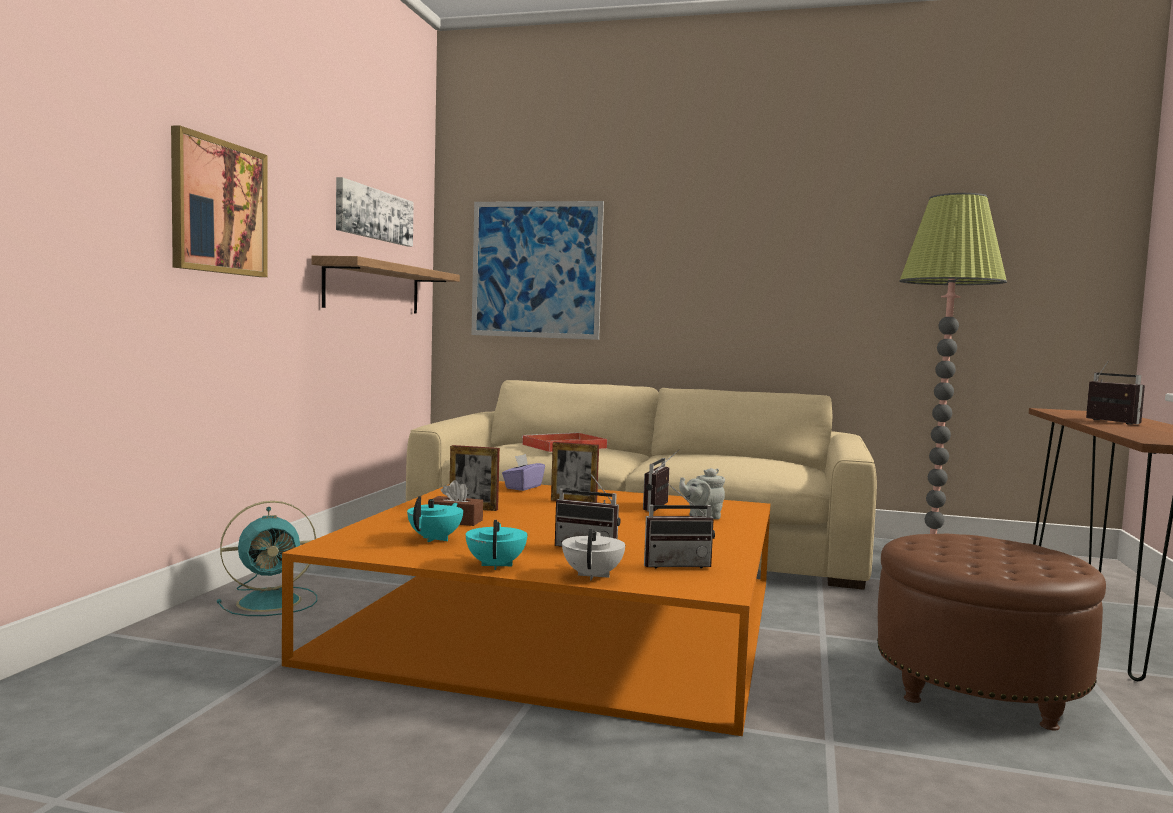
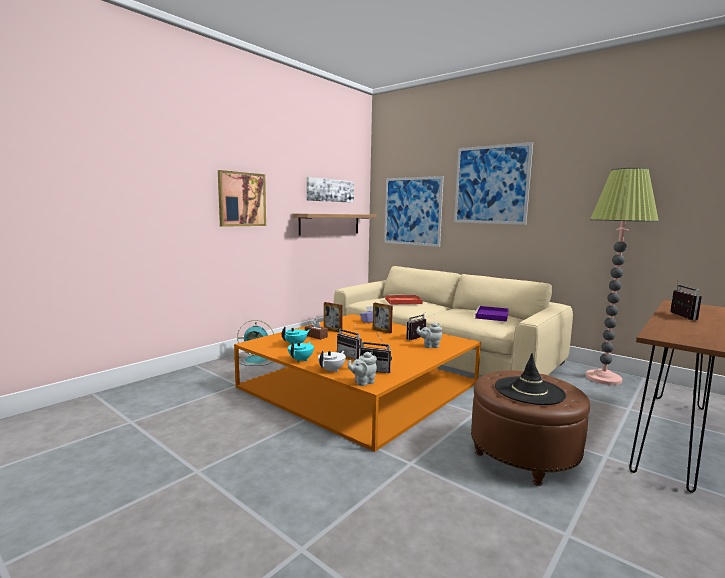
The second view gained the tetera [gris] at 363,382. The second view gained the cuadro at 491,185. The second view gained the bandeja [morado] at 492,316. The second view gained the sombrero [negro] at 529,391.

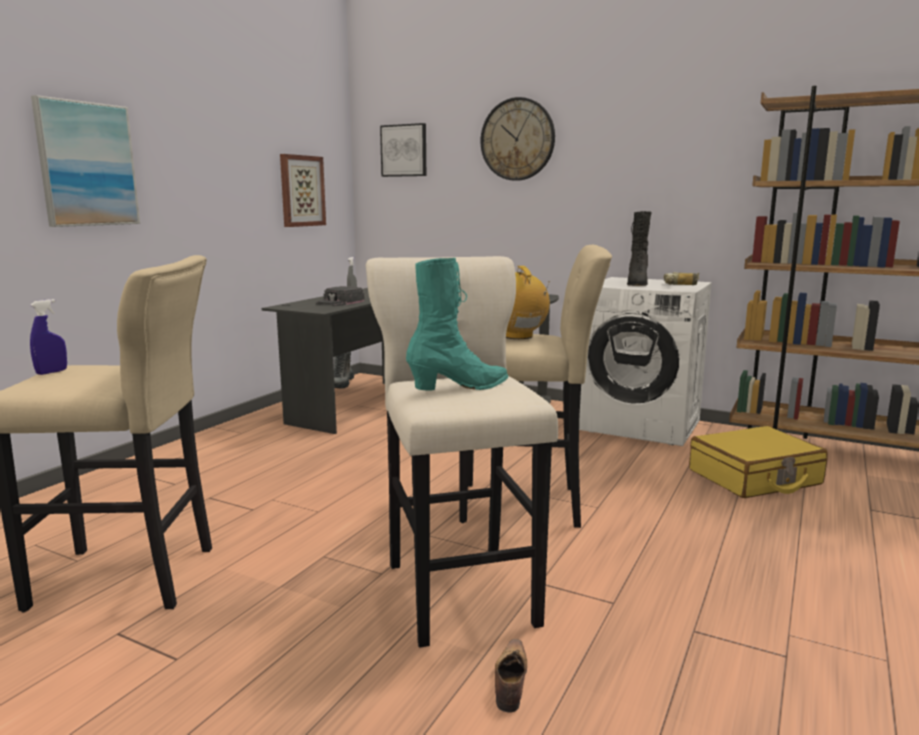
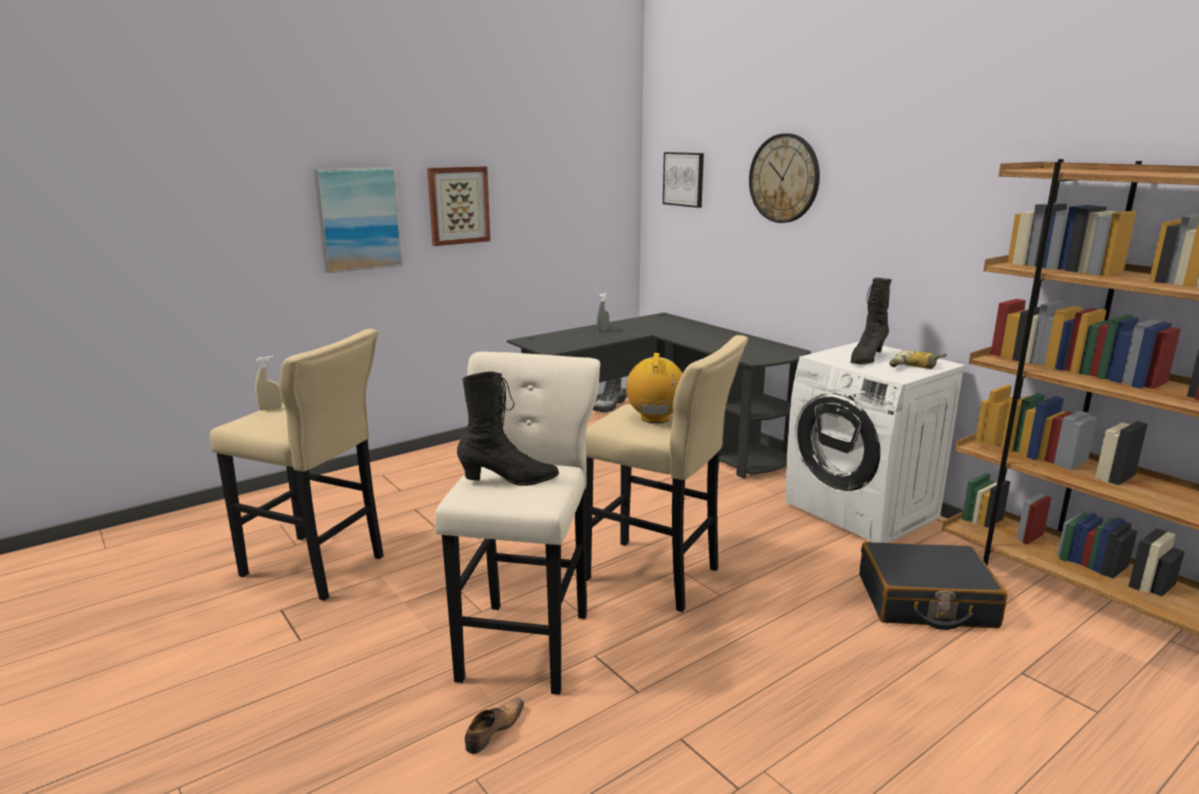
What was the pulverizador [azul] at 51,372 turned into the pulverizador [beis] at 271,408. The cuadro ended up elsewhere, having gone from 301,191 to 458,205. What was the bota [turquesa] at 460,388 turned into the bota [negro] at 509,480. What was the maleta [amarillo] at 754,478 turned into the maleta [negro] at 925,602. The second view lost the gorra [negro] at 340,302.

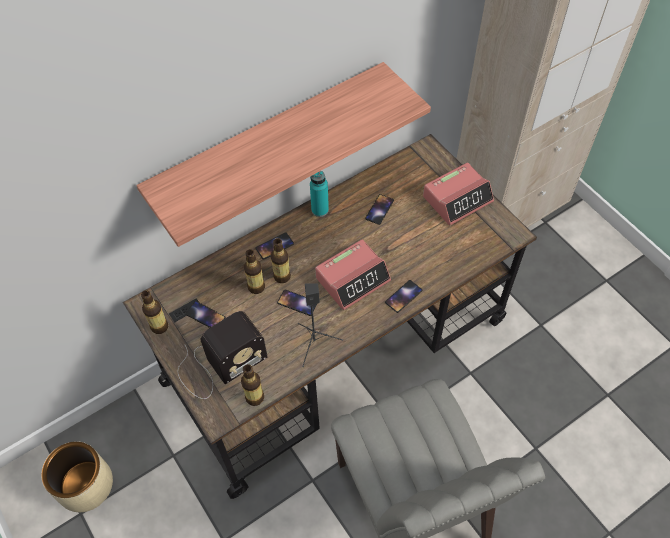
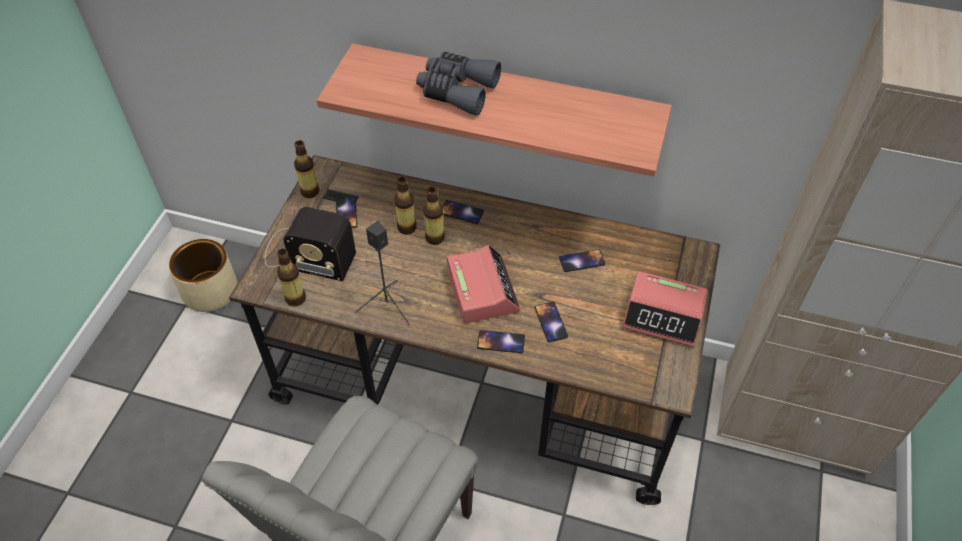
The second view gained the prismáticos [gris] at 457,90. The despertador at 353,279 ended up facing another way, 120 degrees counterclockwise from before. The móvil ended up elsewhere, having gone from 297,303 to 550,322. The second view lost the botella [turquesa] at 320,210.

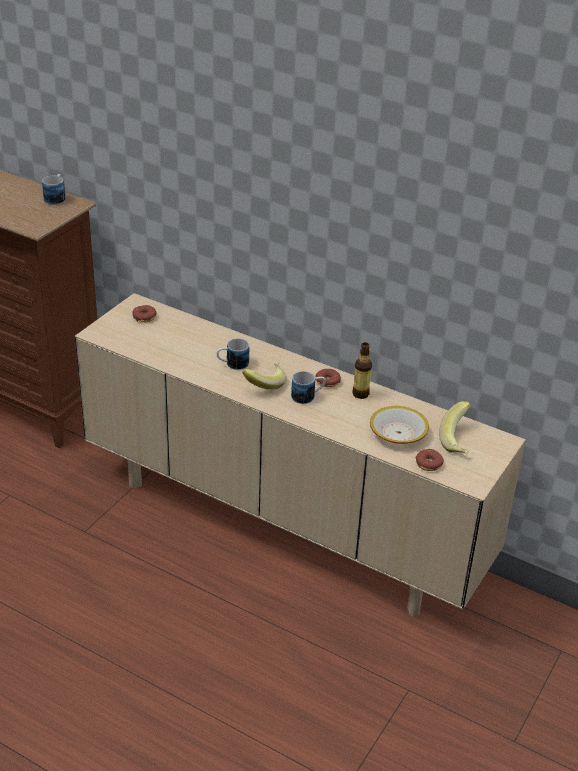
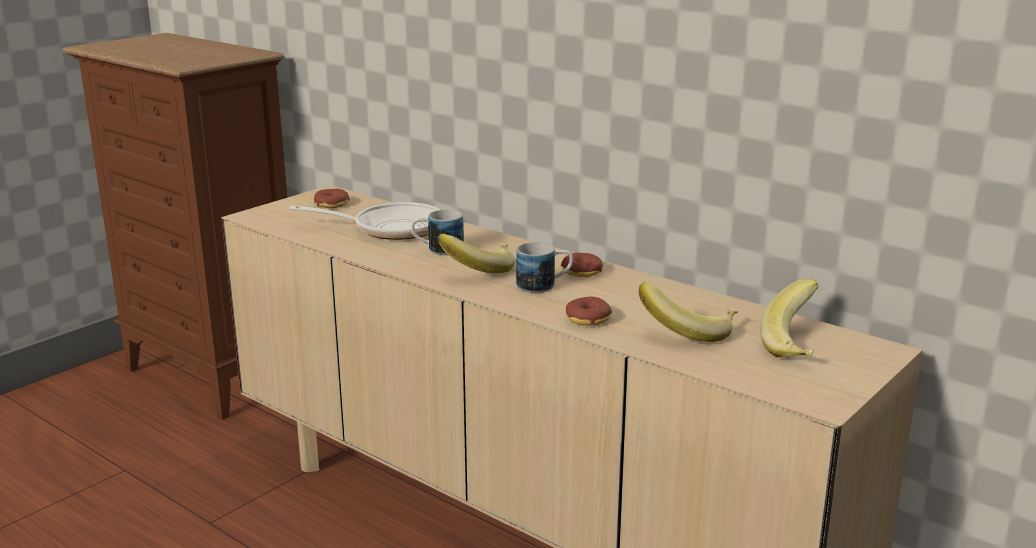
The second view gained the sartén at 391,228. The rosquilla ended up elsewhere, having gone from 429,464 to 588,318. Where the cuenco stood at 398,433, the plátano came to stand at 688,332. The second view lost the taza grande at 56,197. The second view lost the botella at 360,394.

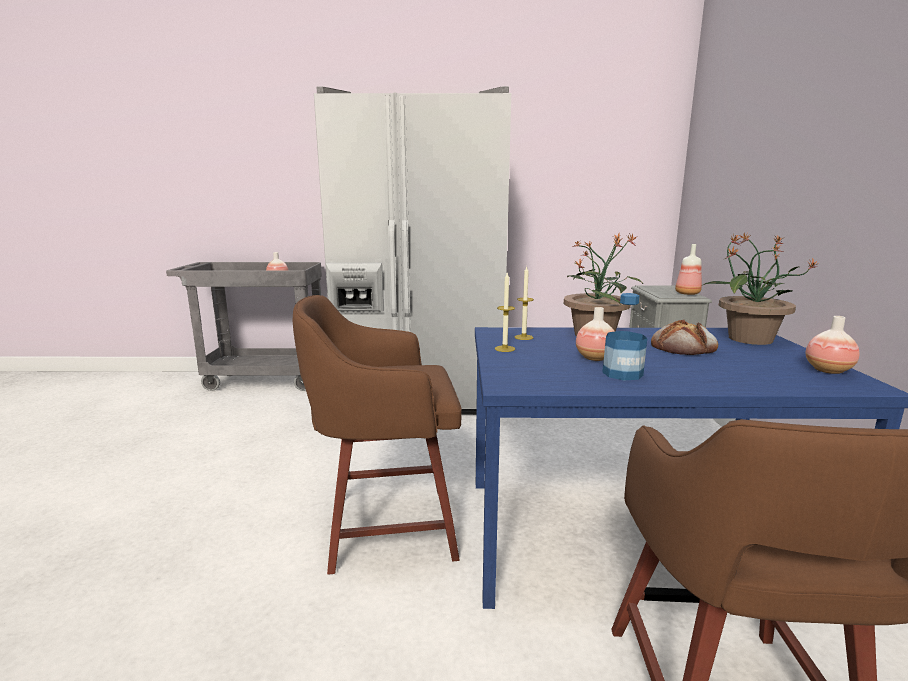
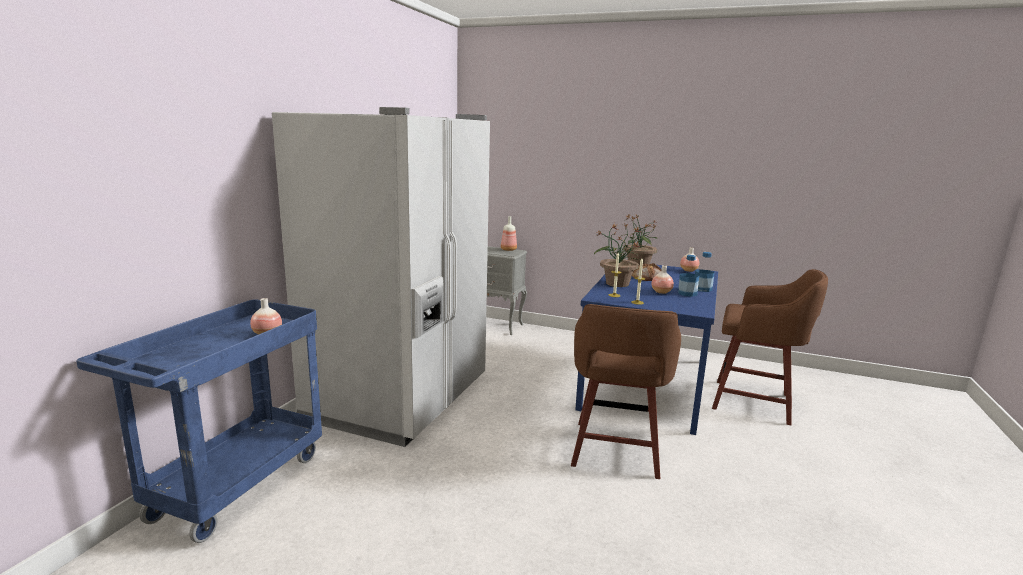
What was the carrito [gris] at 260,382 turned into the carrito [azul] at 233,492. The second view gained the botella at 702,289.

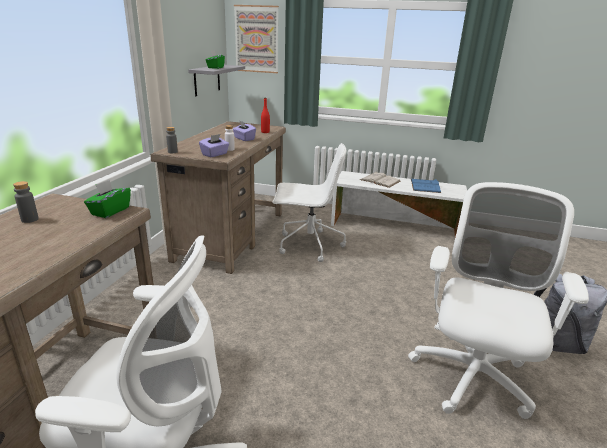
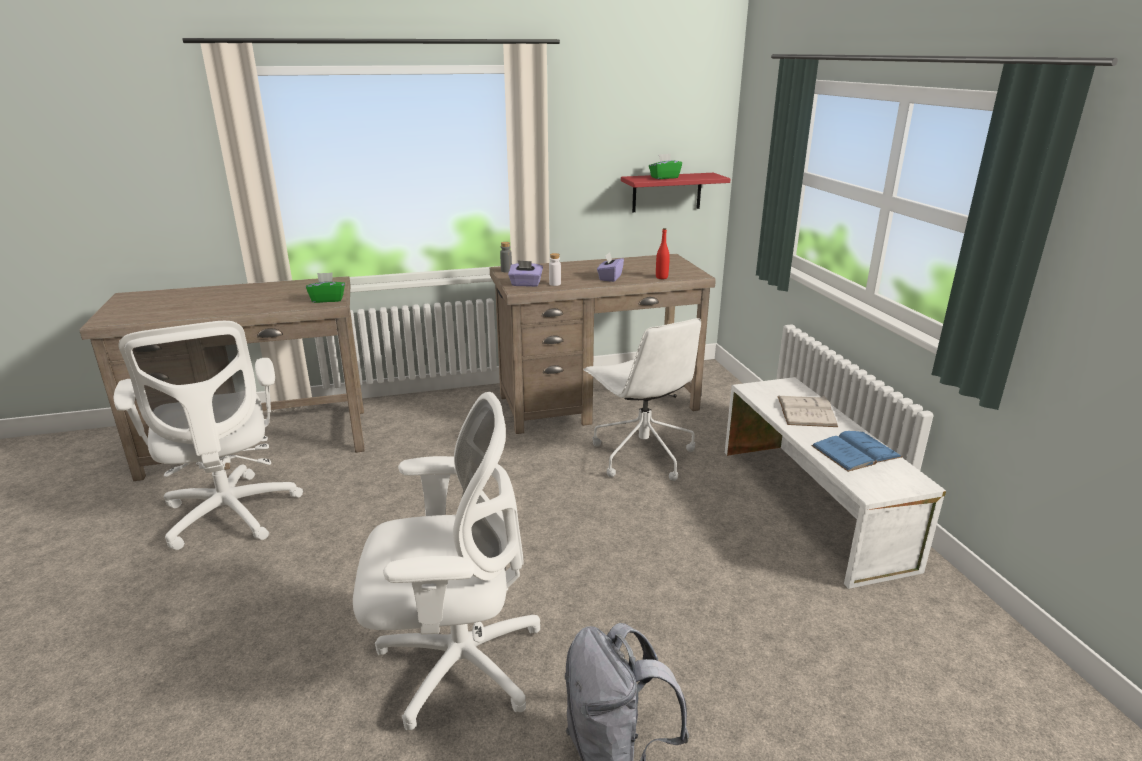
What was the estante [gris] at 207,80 turned into the estante [rojo] at 667,192. The second view lost the botella [gris] at 30,219. The second view lost the cuadro at 256,39.

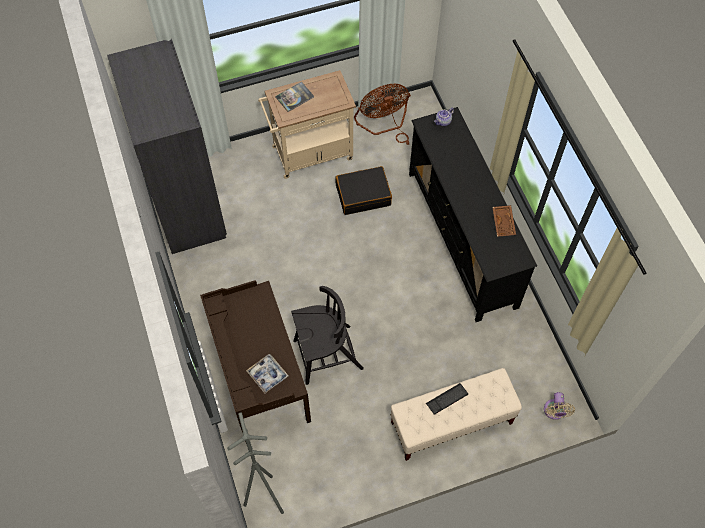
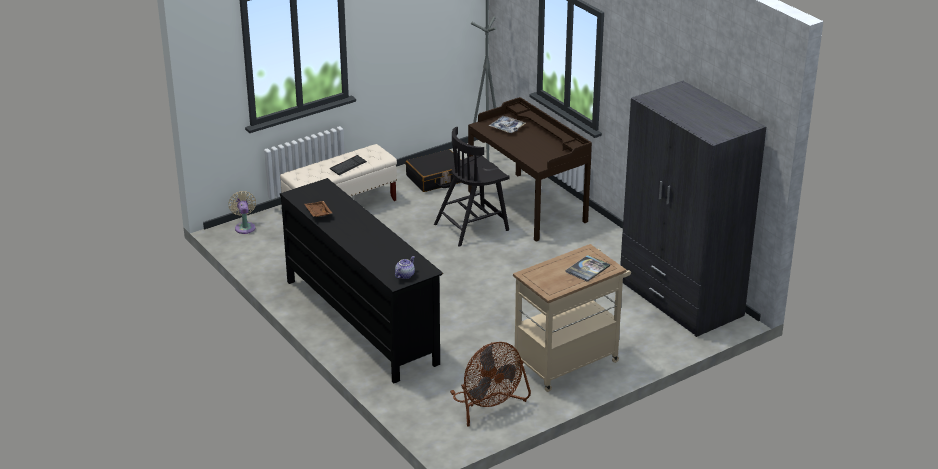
The maleta [negro] ended up elsewhere, having gone from 363,195 to 436,179.

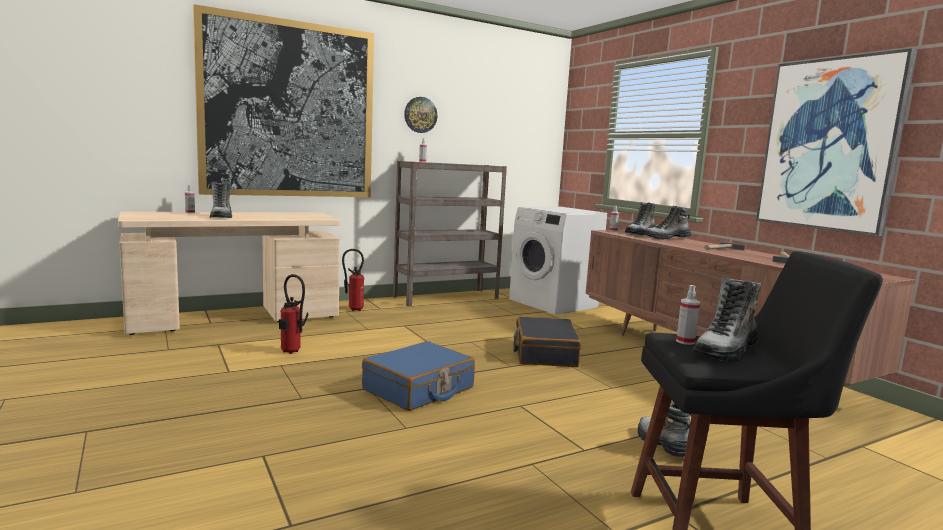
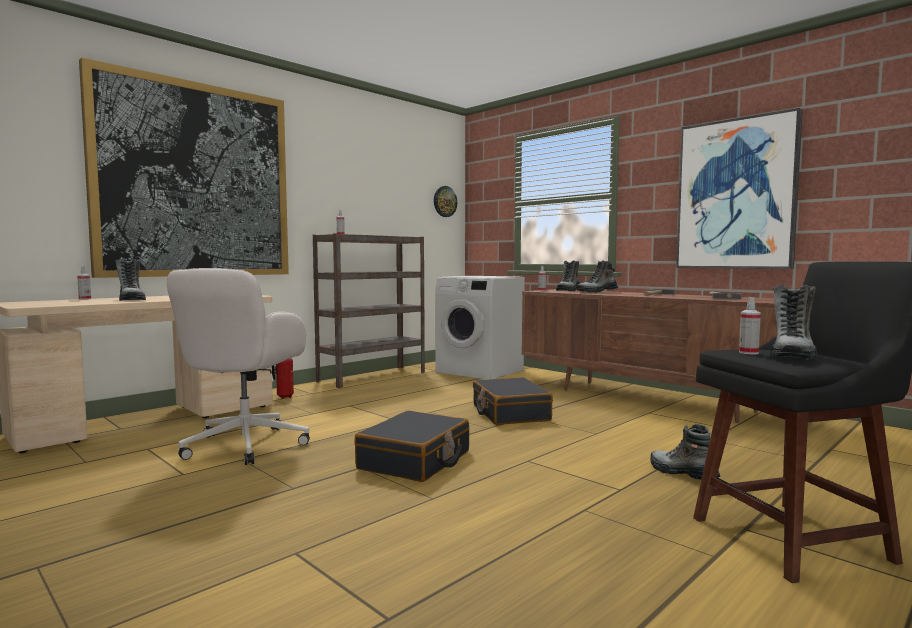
Where the extintor stood at 292,352, the silla de oficina [blanco] came to stand at 245,445. What was the maleta [azul] at 419,389 turned into the maleta [negro] at 415,461. The reloj de pared ended up elsewhere, having gone from 420,115 to 444,201.

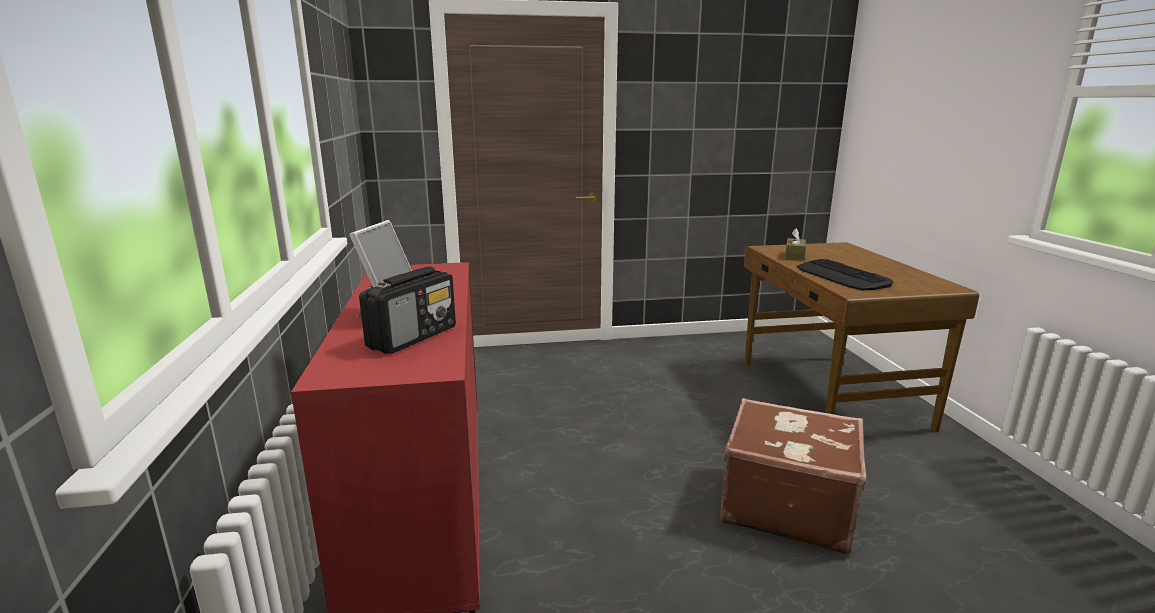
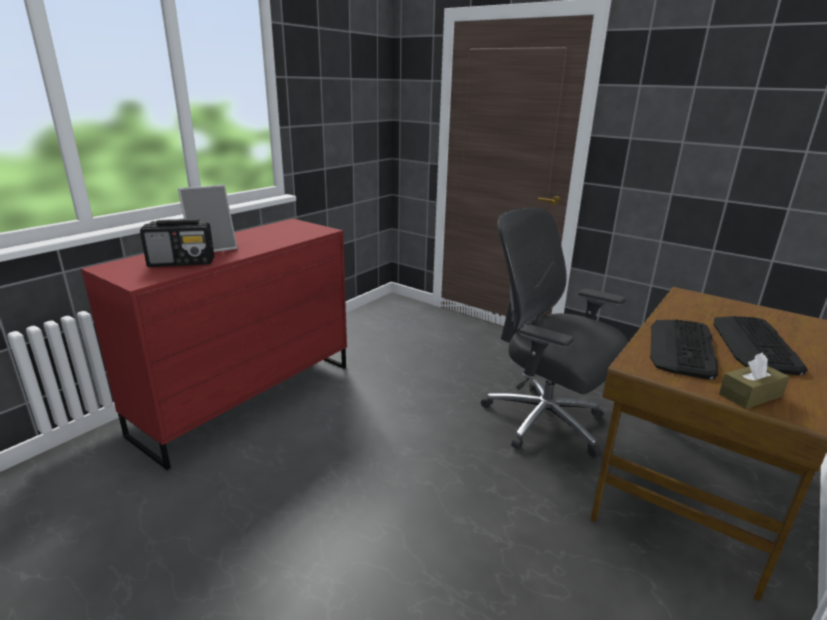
The second view gained the silla de oficina at 545,422. The second view gained the teclado at 754,344. The caja de pañuelos [marrón] ended up elsewhere, having gone from 794,256 to 750,395. The second view lost the maleta [marrón] at 785,505.

